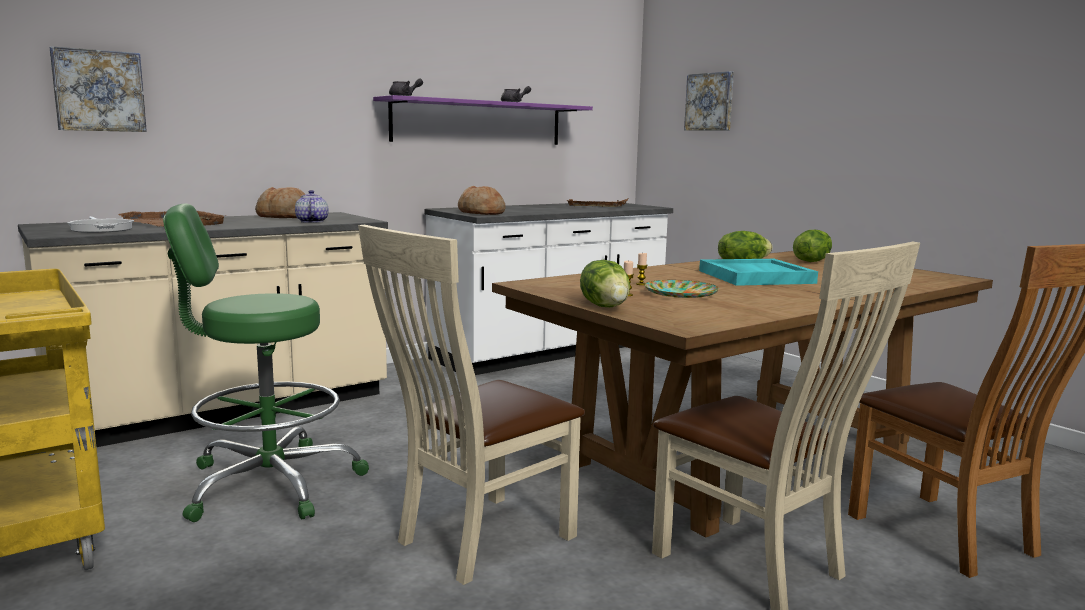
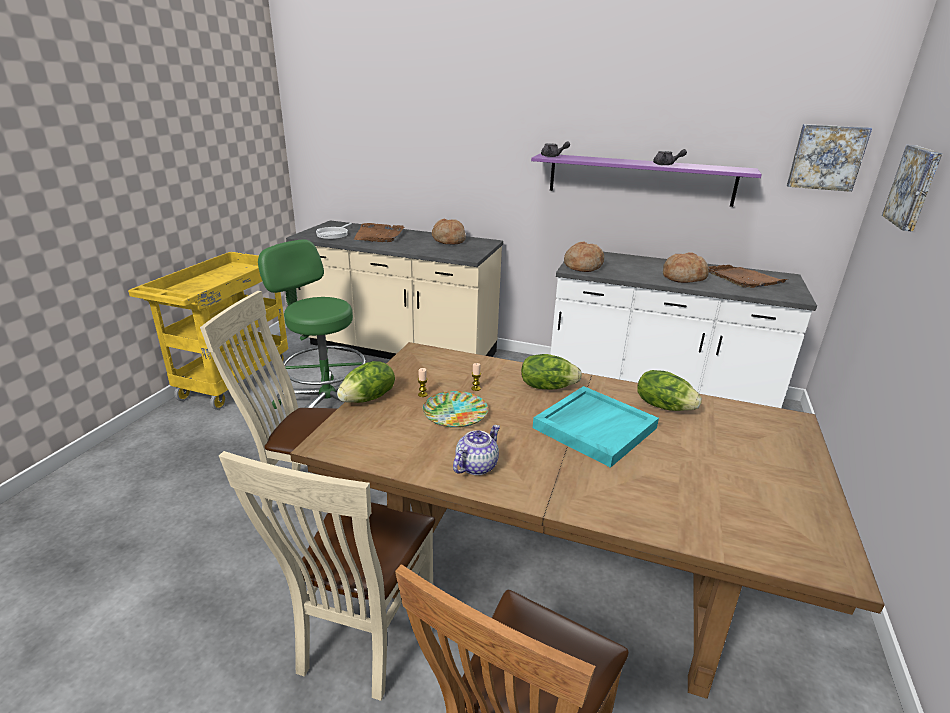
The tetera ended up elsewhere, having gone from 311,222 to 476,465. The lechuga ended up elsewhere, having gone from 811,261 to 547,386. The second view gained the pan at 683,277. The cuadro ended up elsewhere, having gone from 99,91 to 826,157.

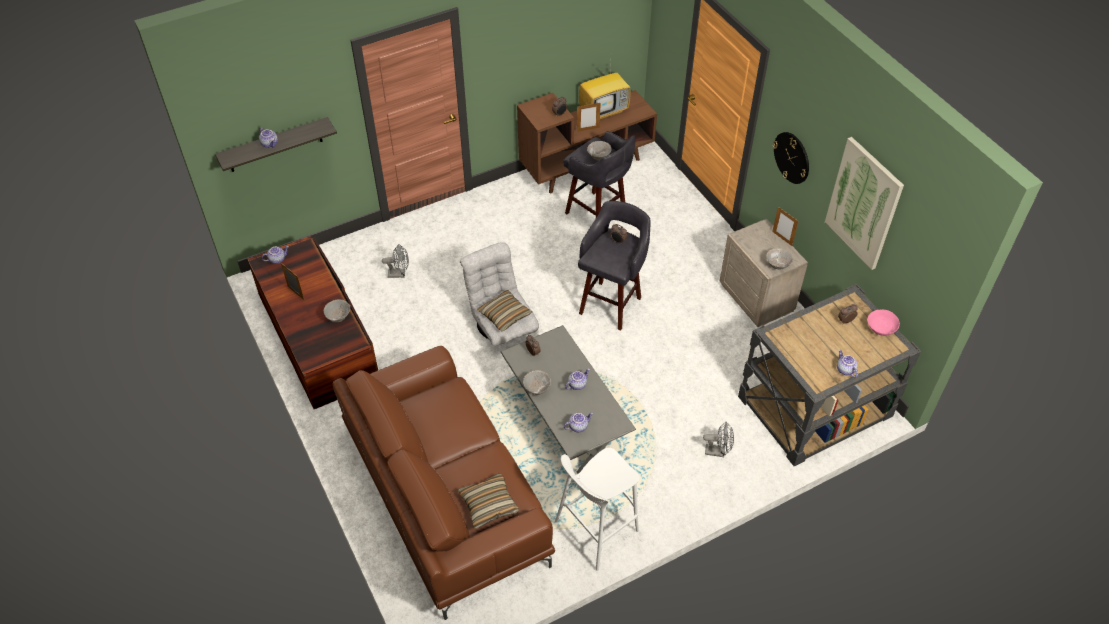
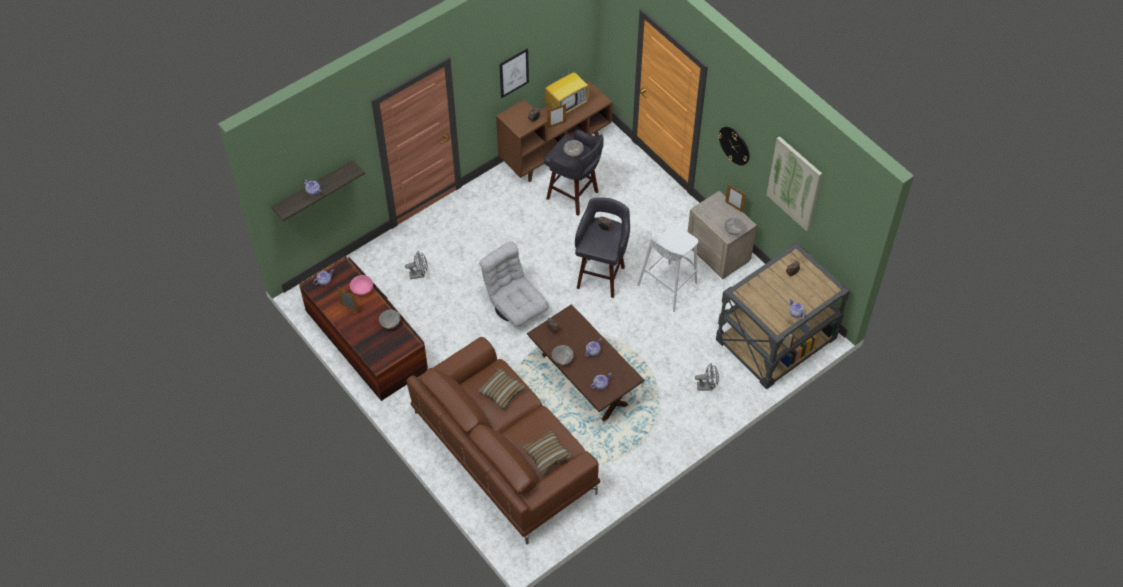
The cuenco [rosa] ended up elsewhere, having gone from 880,329 to 362,289. The cojín ended up elsewhere, having gone from 504,315 to 501,391. The second view gained the cuadro at 514,73. What was the mesa de centro [gris] at 565,420 turned into the mesa de centro [marrón] at 584,379. The taburete [blanco] ended up elsewhere, having gone from 597,530 to 668,286.

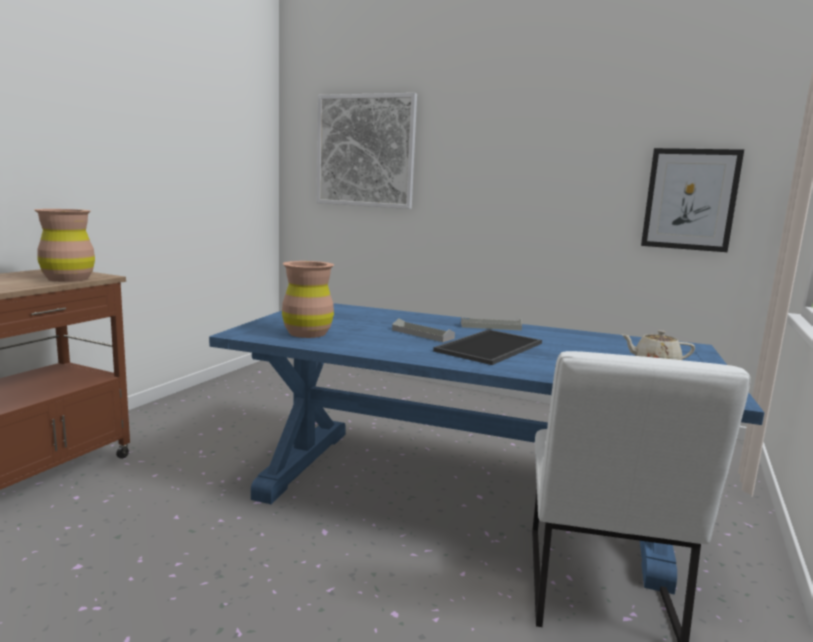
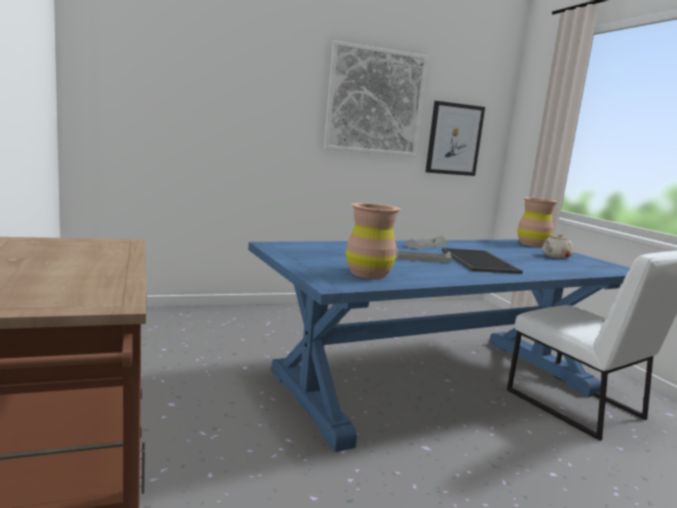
The cuadro ended up elsewhere, having gone from 365,151 to 375,101. The florero [marrón] ended up elsewhere, having gone from 68,279 to 532,244.

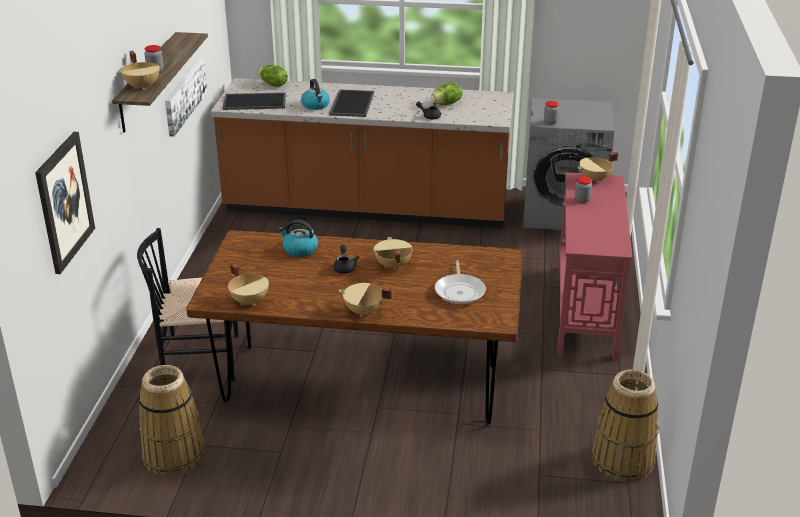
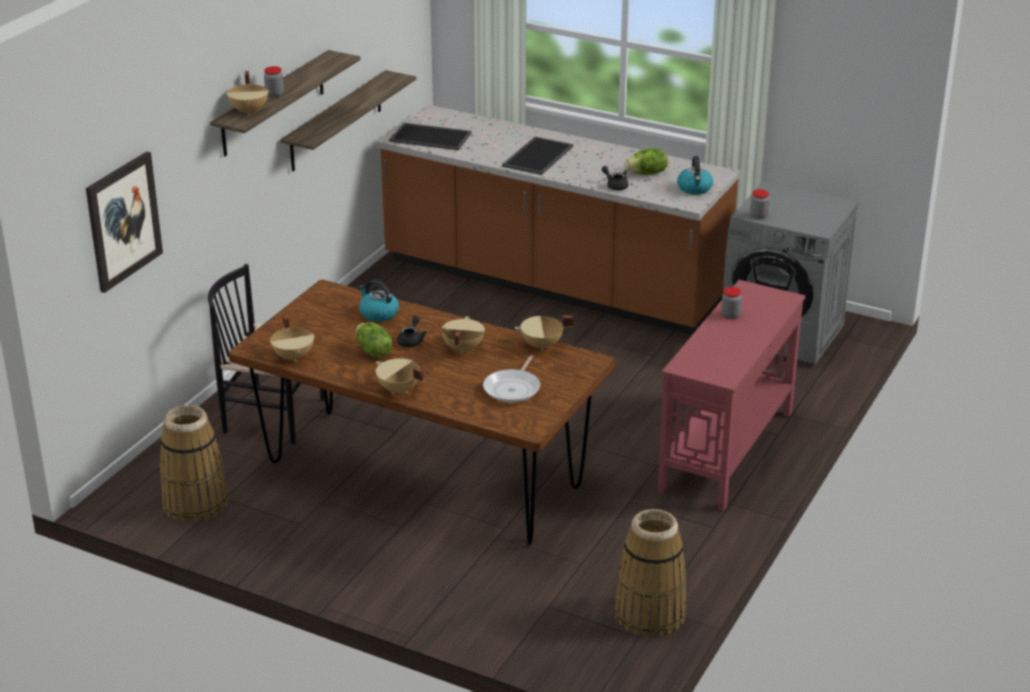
Where the cuadro hung at 184,96, the estante came to hang at 336,121. The lechuga ended up elsewhere, having gone from 273,85 to 373,352. The olla [beis] ended up elsewhere, having gone from 595,179 to 542,346. The hervidor ended up elsewhere, having gone from 316,105 to 695,189.

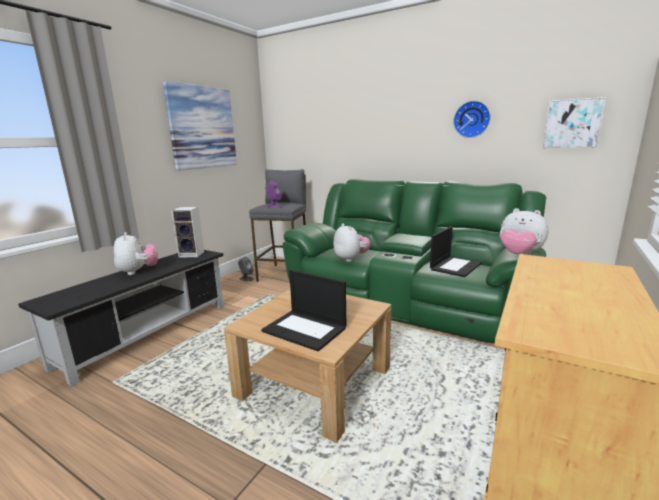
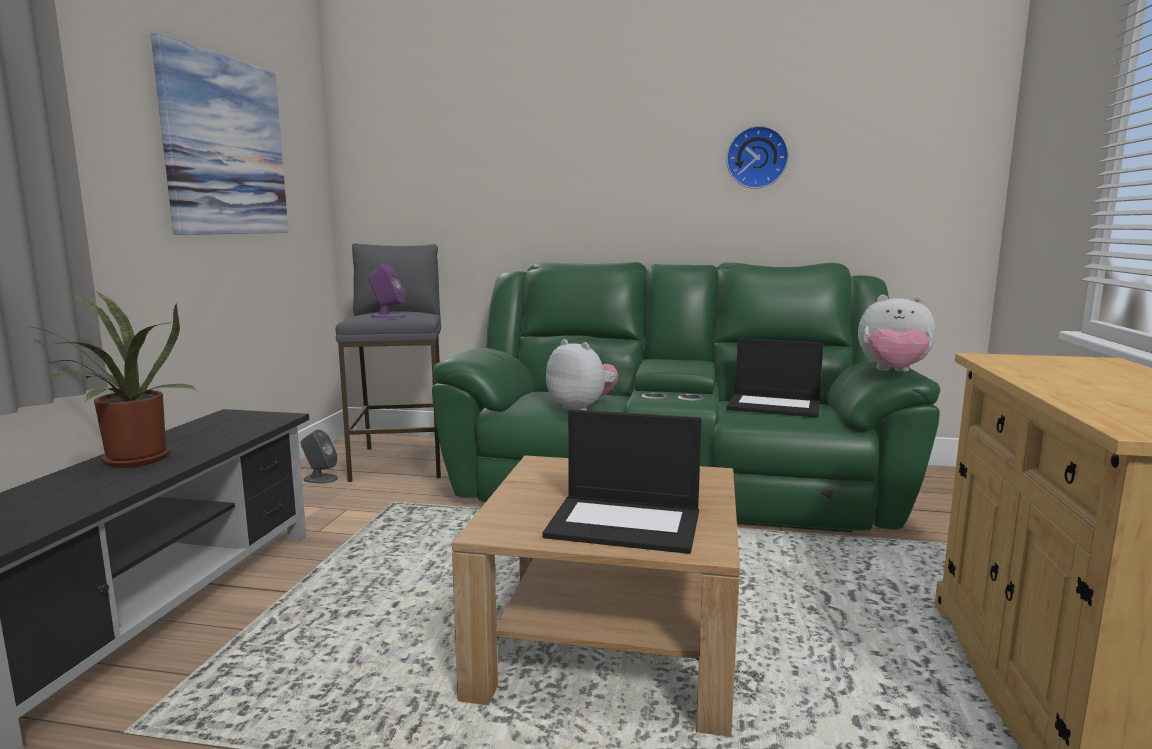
Where the peluche stood at 138,271, the planta en maceta came to stand at 130,461. The portátil at 455,266 ended up facing another way, 90 degrees clockwise from before. The second view lost the altavoz at 192,254. The second view lost the cuadro at 572,123.

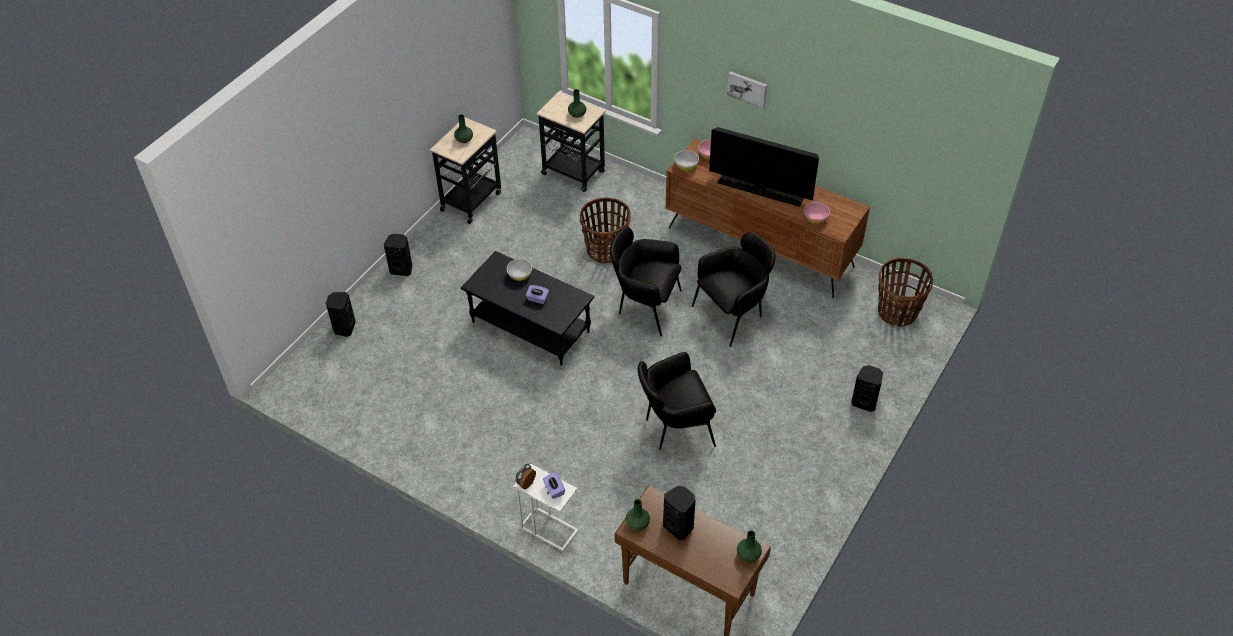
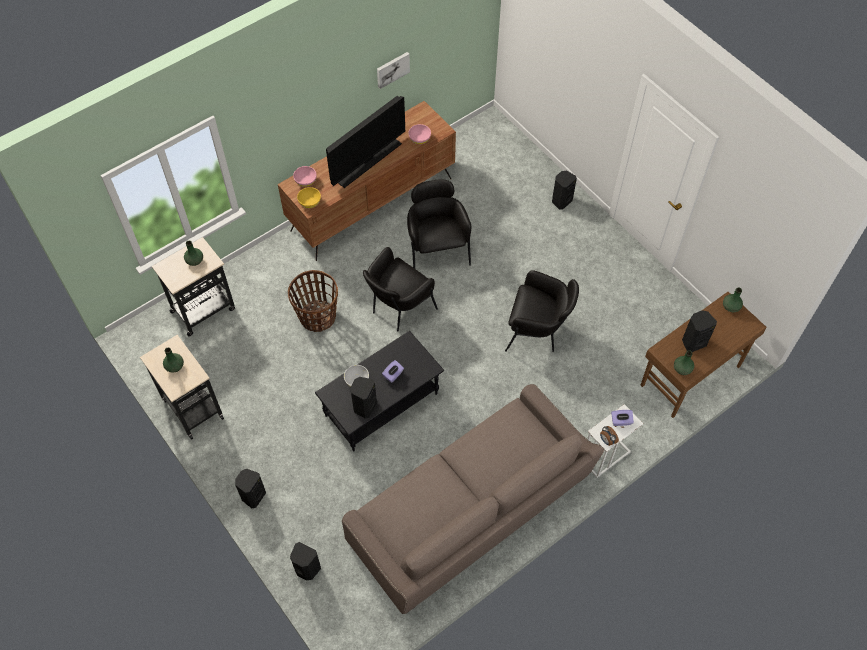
What was the cuenco [blanco] at 686,165 turned into the cuenco [amarillo] at 309,202. The second view gained the sofá [marrón] at 470,508. The second view gained the altavoz [negro] at 364,407. The cuadro ended up elsewhere, having gone from 747,88 to 392,69. The sillón [negro] at 675,428 ended up facing another way, 75 degrees counterclockwise from before. The second view lost the cesta at 897,312.

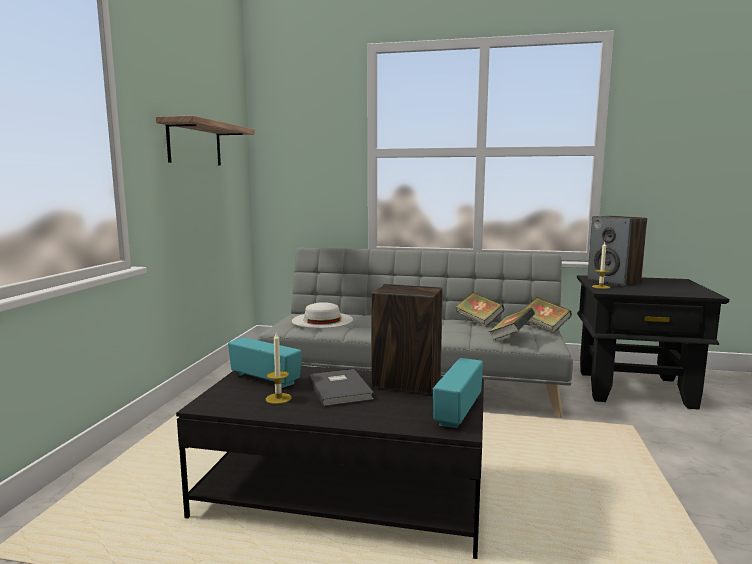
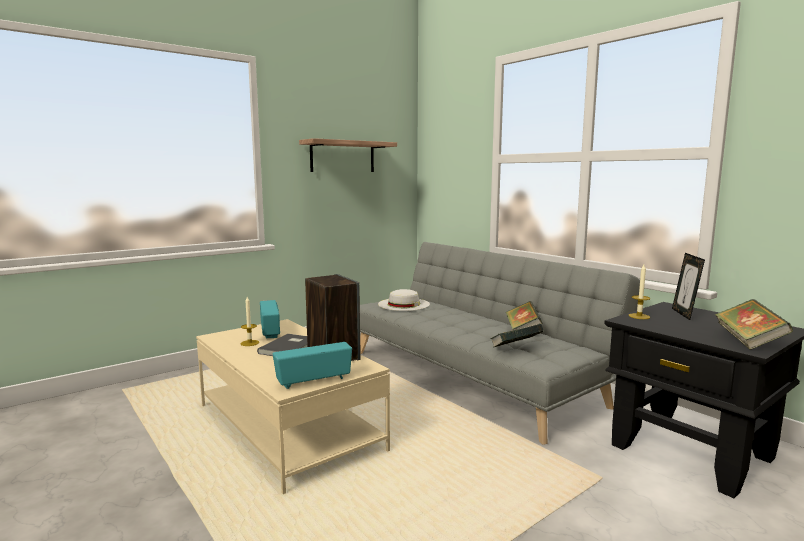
What was the mesa de centro [negro] at 344,494 turned into the mesa de centro [beis] at 288,427. Where the altavoz stood at 614,281, the portarretratos came to stand at 684,314. The libro ended up elsewhere, having gone from 544,327 to 749,341.

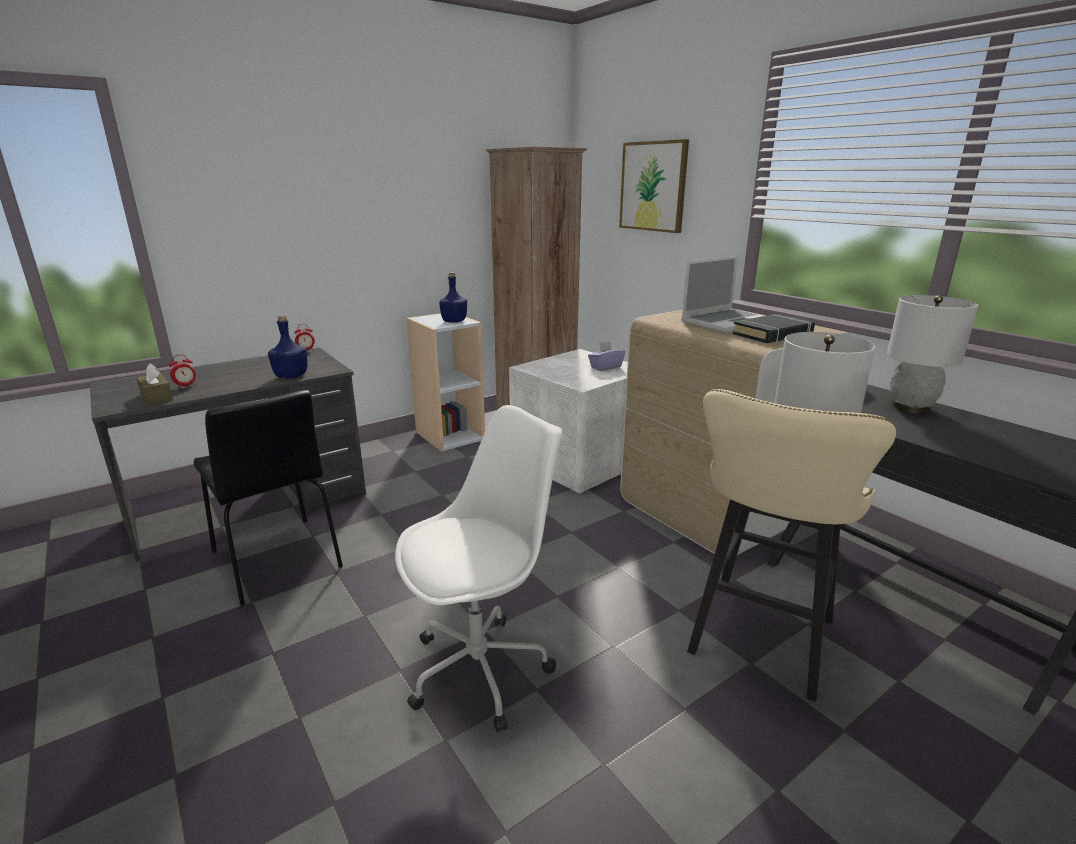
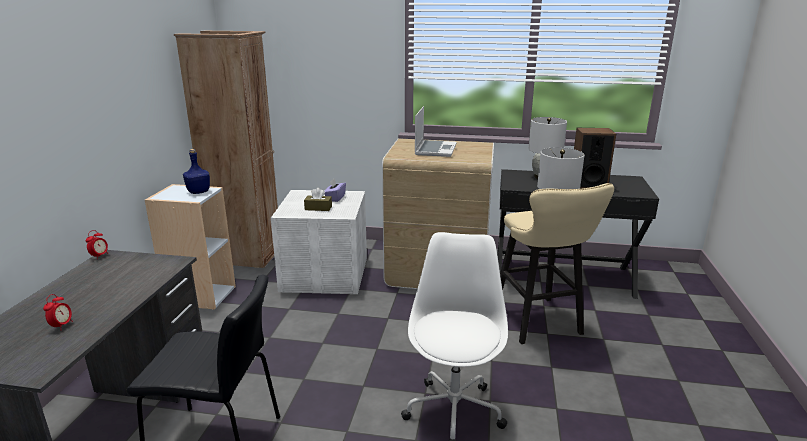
The caja de pañuelos [marrón] ended up elsewhere, having gone from 156,397 to 318,208. The second view gained the altavoz at 588,185. The second view lost the botella [azul] at 291,376. The second view lost the cuadro at 653,186. The second view lost the libro [negro] at 773,334.

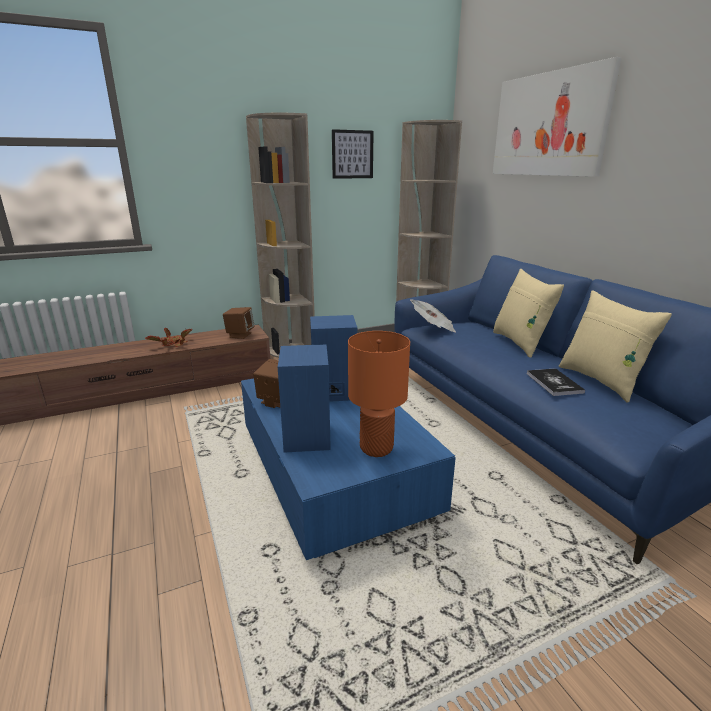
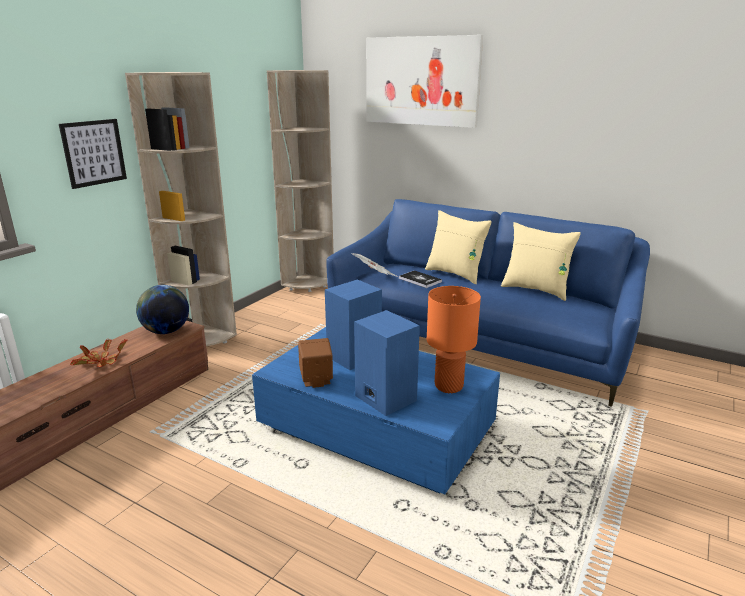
The cuadro ended up elsewhere, having gone from 352,154 to 94,153. Where the altavoz [marrón] stood at 240,335, the globo terráqueo came to stand at 166,331. The libro ended up elsewhere, having gone from 554,383 to 420,280.

